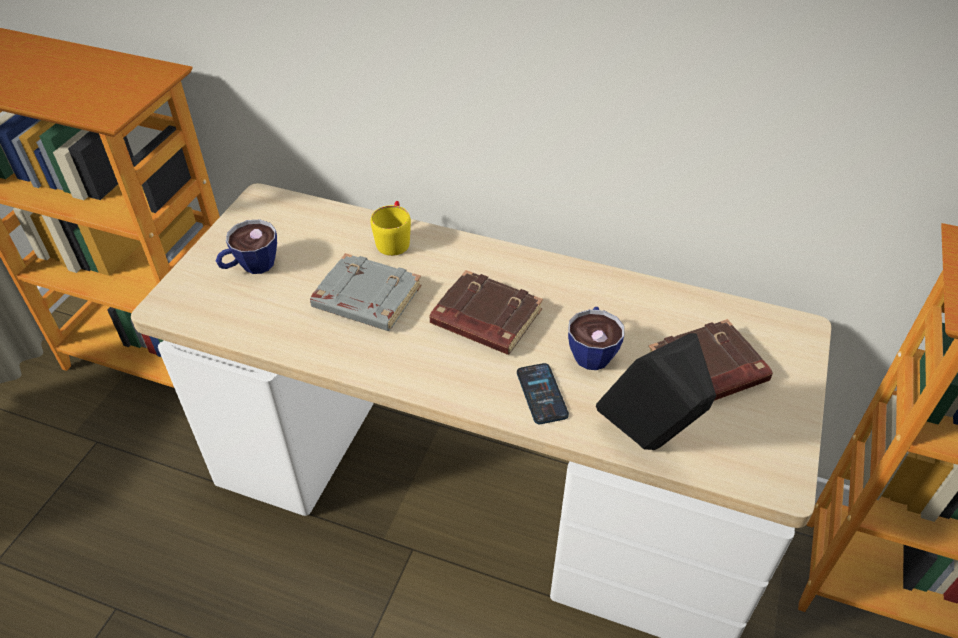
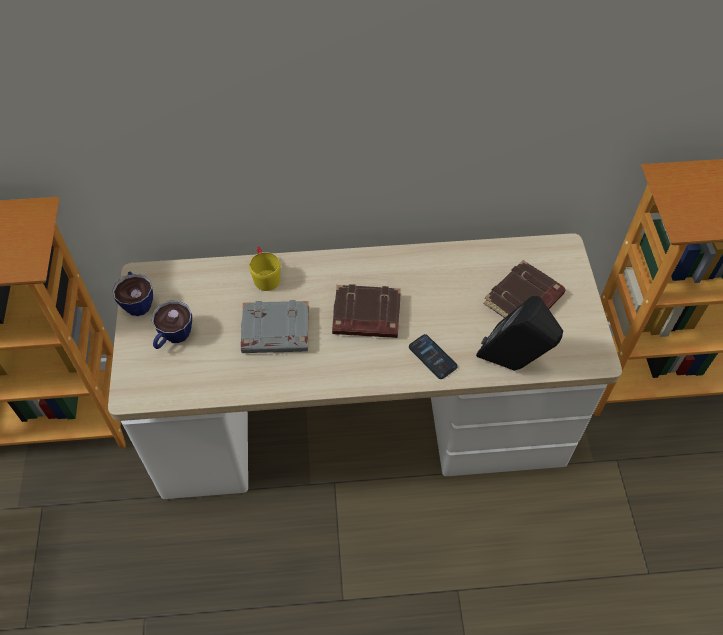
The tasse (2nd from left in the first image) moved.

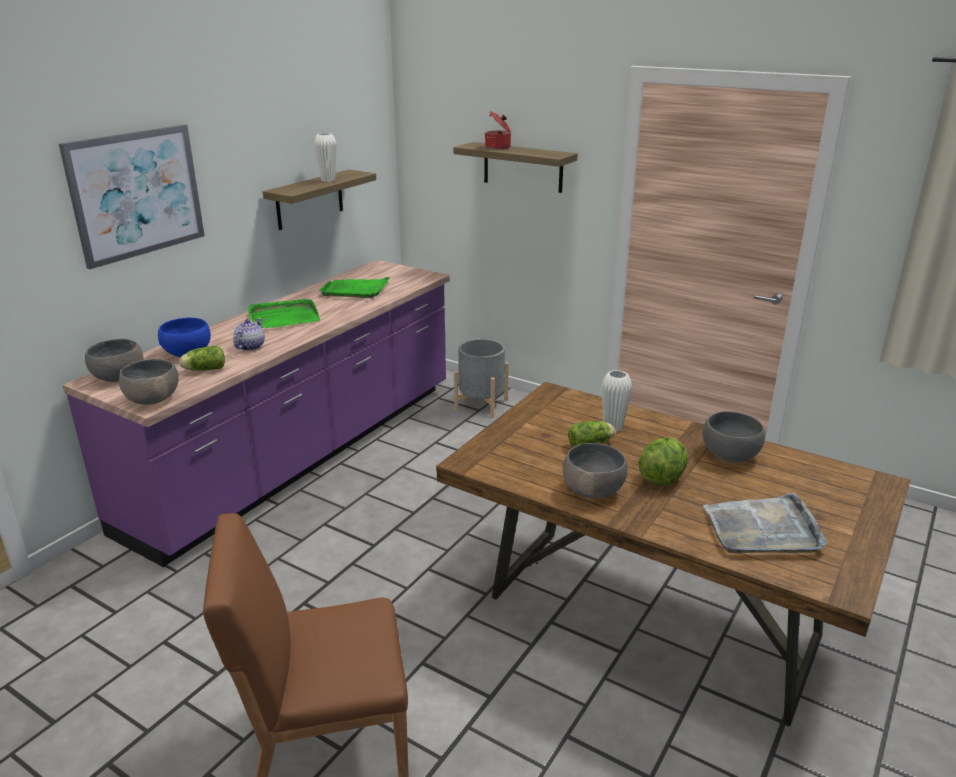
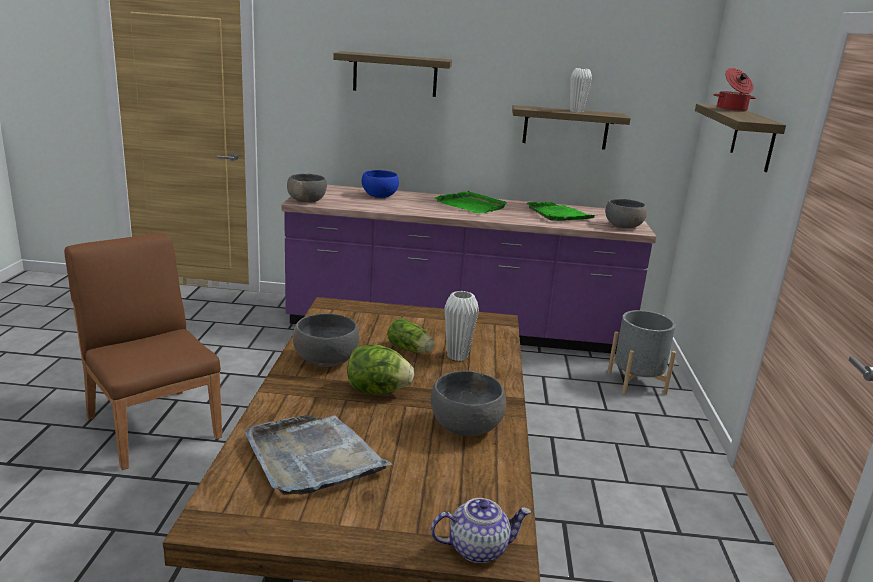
The tableau was replaced by the étagère (1st from left). The théière moved. The bol [gris] (1st from left in the first image) moved. The laitue (1st from left) disappeared.

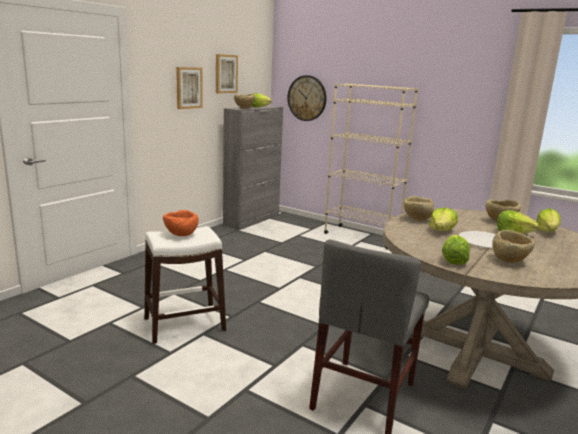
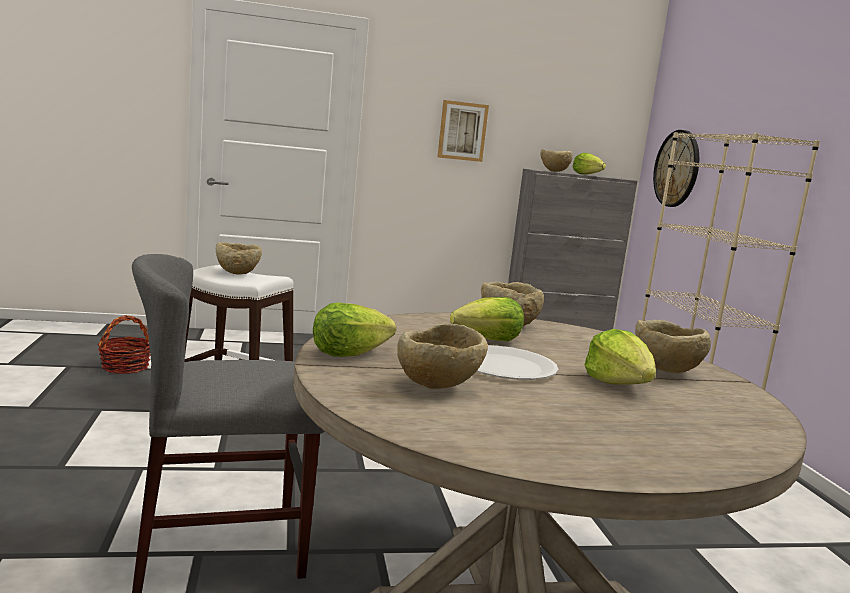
The tableau (2nd from left) disappeared. The laitue (5th from left) disappeared. The bol [orange] became the bol [beige] (1st from left). The panier appeared.

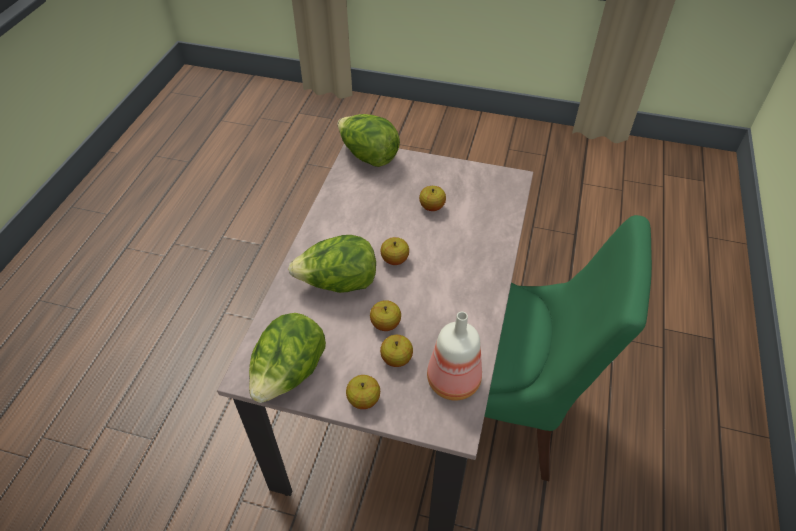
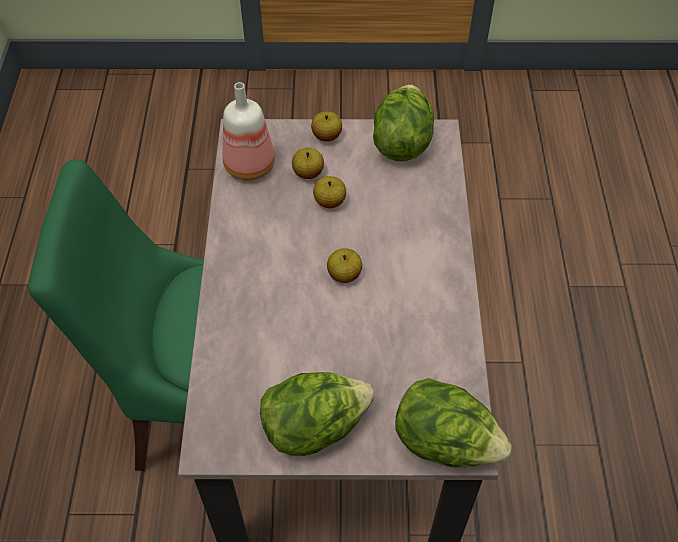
The pomme (5th from left) disappeared. The laitue (2nd from left in the first image) moved.

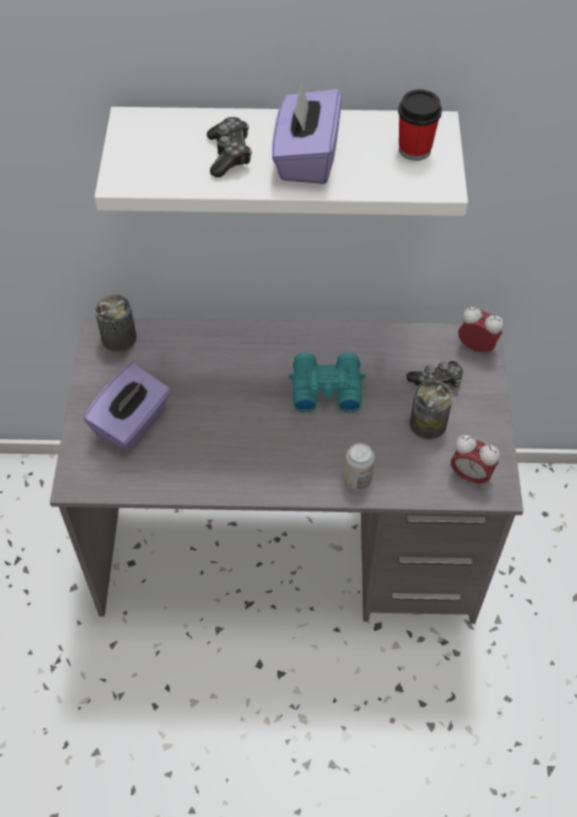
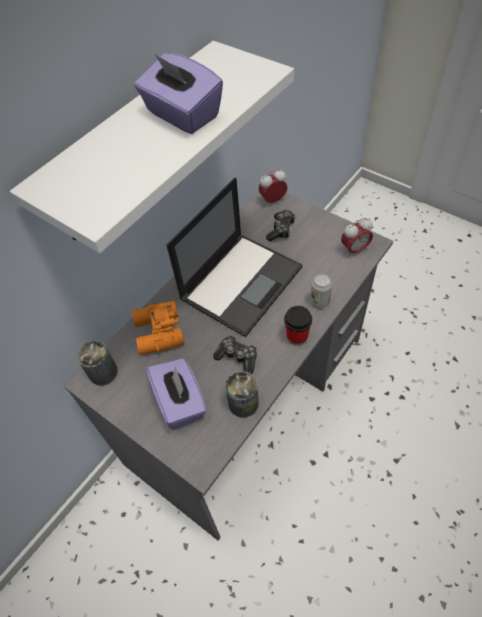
The tasse moved. The manette (1st from left) moved. The jumelles [turquoise] was replaced by the ordinateur portable. The boîte métallique (3rd from left in the first image) moved. The jumelles [orange] appeared.

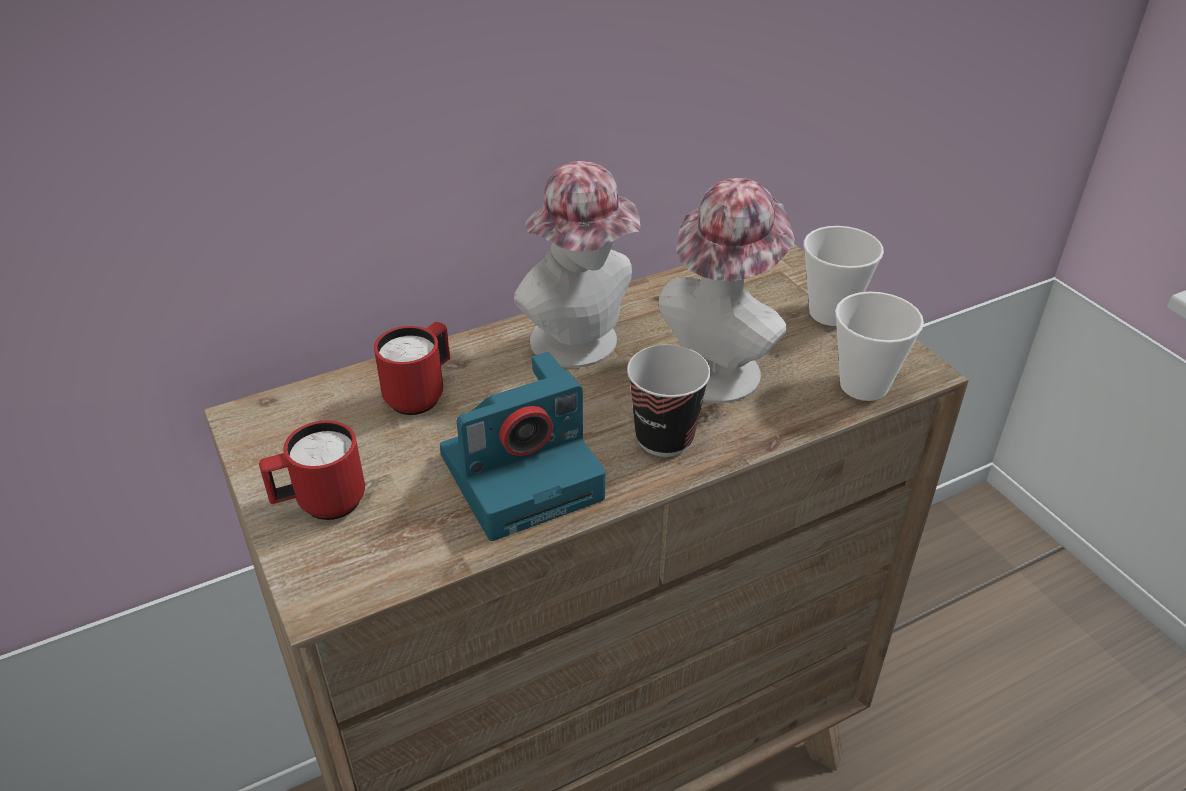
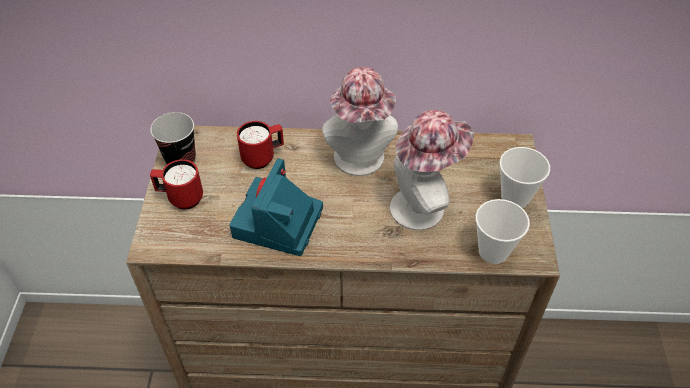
The tasse (1st from left) moved. The appareil photo turned 105 degrees clockwise.

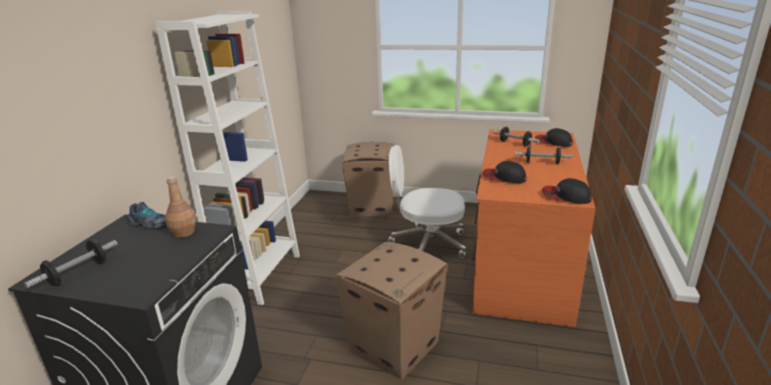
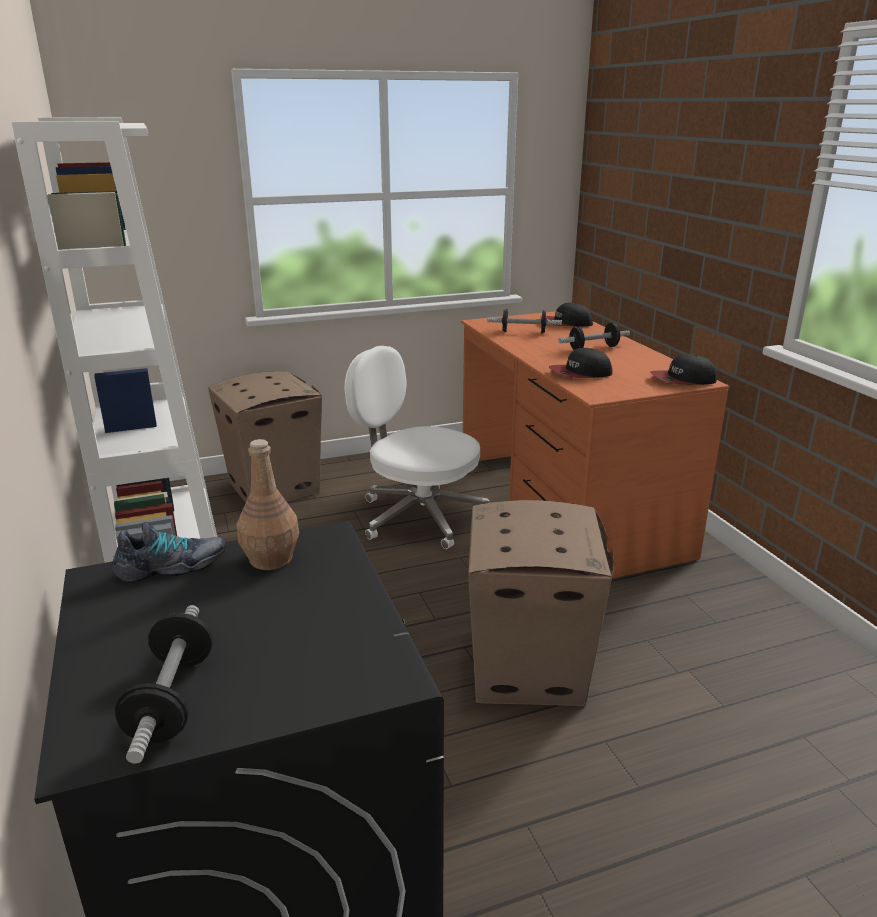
The chaise de bureau [blanc] turned 60 degrees clockwise.

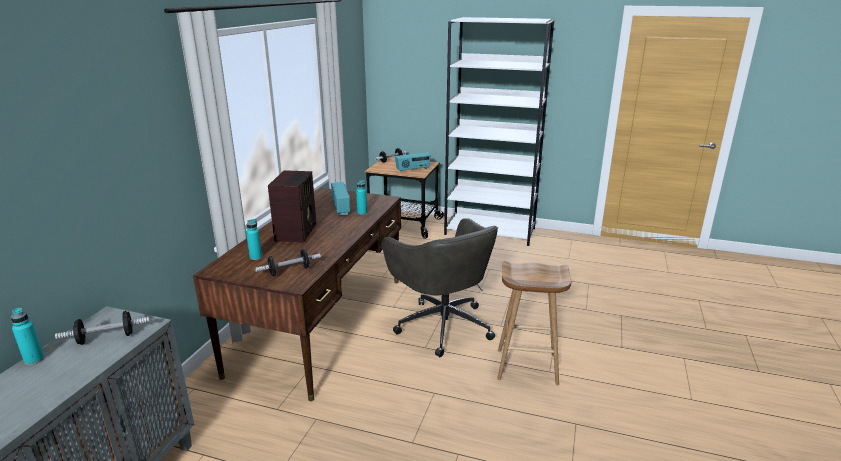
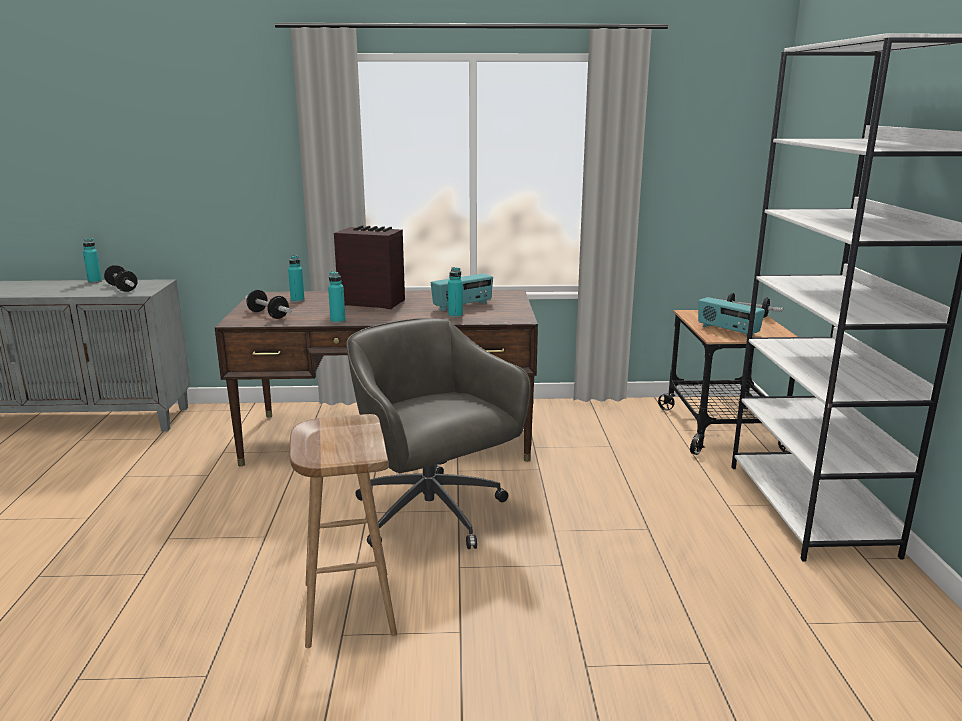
The radio (1st from left) turned 150 degrees counterclockwise. The chaise de bureau [gris] turned 105 degrees clockwise. The bouteille [turquoise] (3rd from left) appeared.

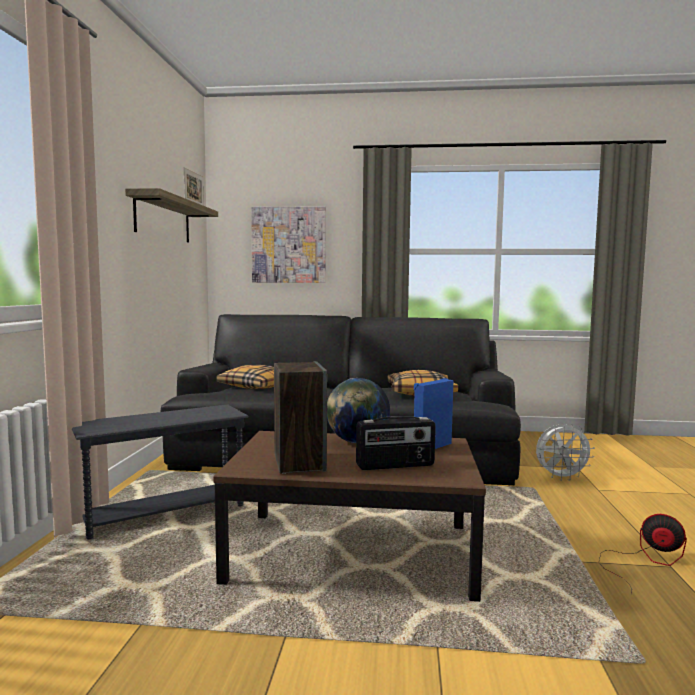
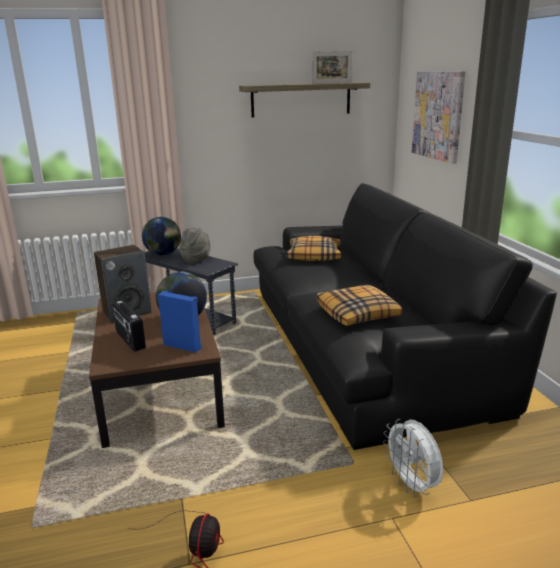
The globe (1st from left) appeared. The chapeau [gris] appeared.

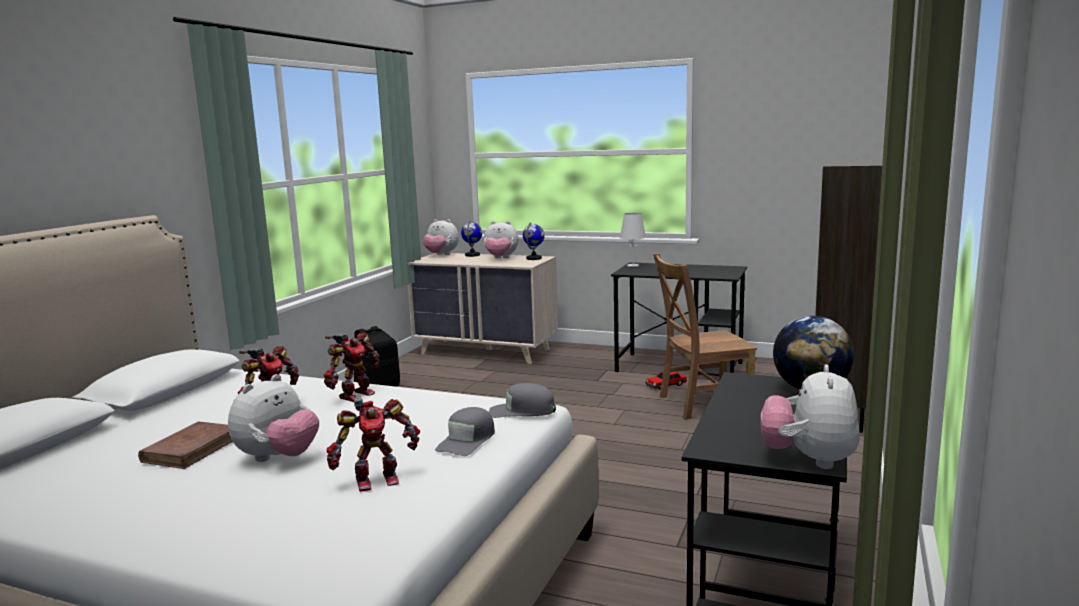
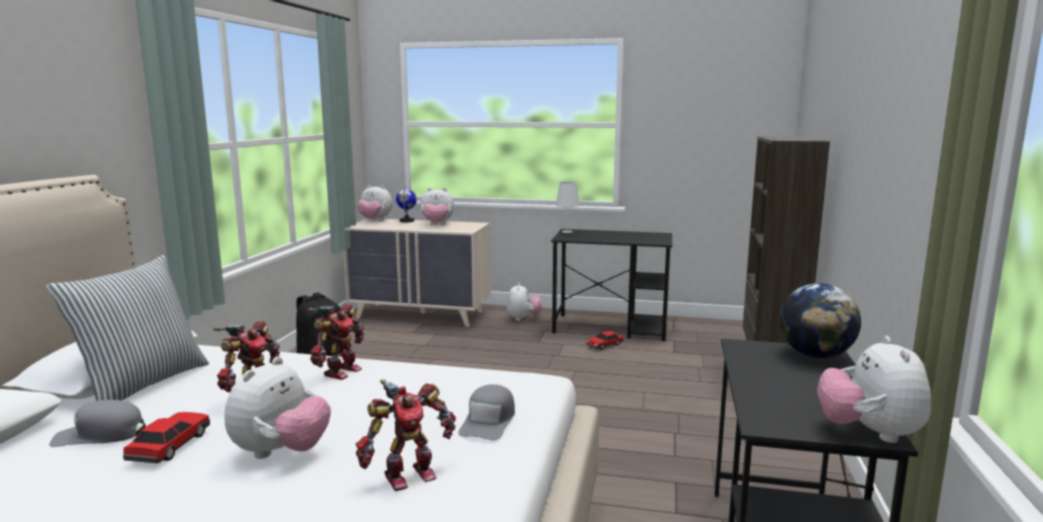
The globe (2nd from left) disappeared. The chaise [marron] disappeared. The casquette [gris] (2nd from left in the first image) moved. The livre [marron] was replaced by the petite voiture (1st from left). The coussin appeared. The peluche (4th from left) appeared.

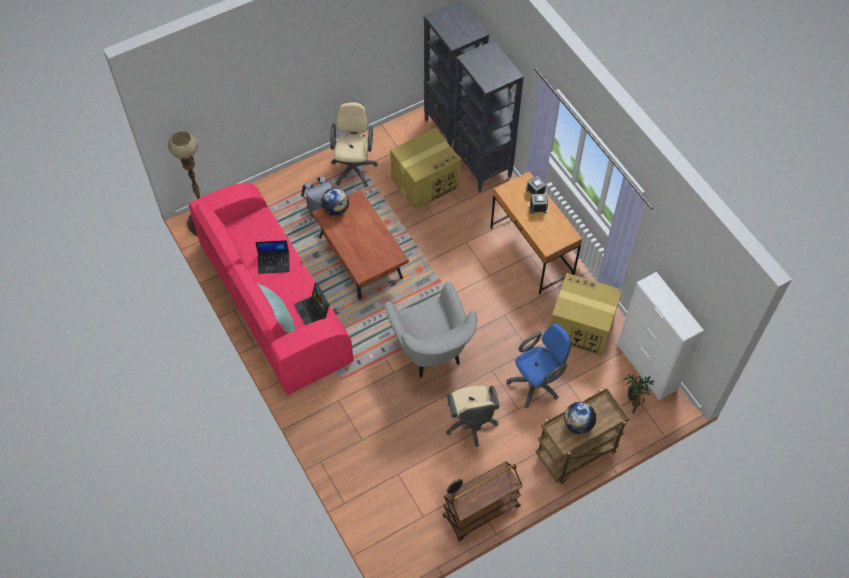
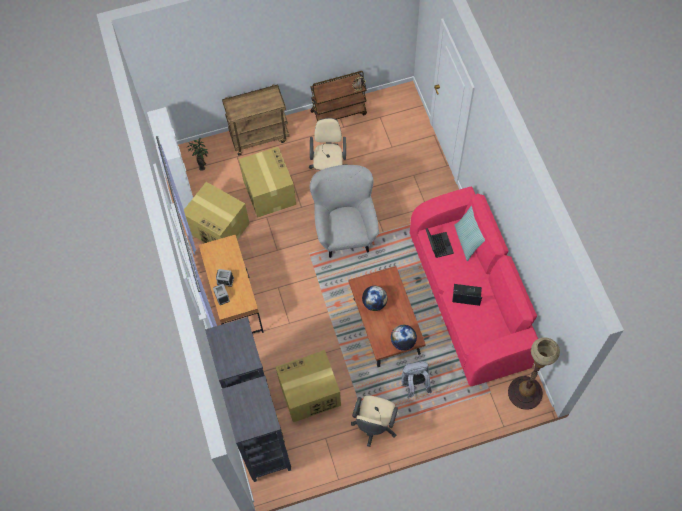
The chaise de bureau [bleu] was replaced by the carton (2nd from left). The globe (2nd from left in the first image) moved.

